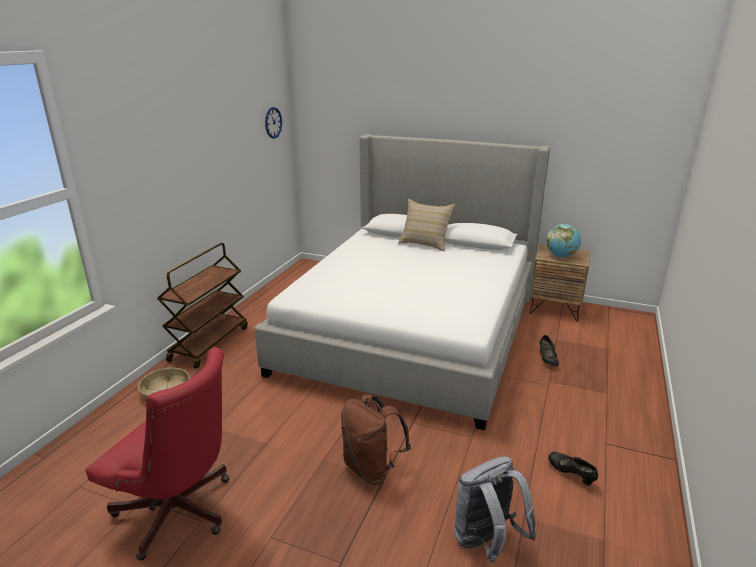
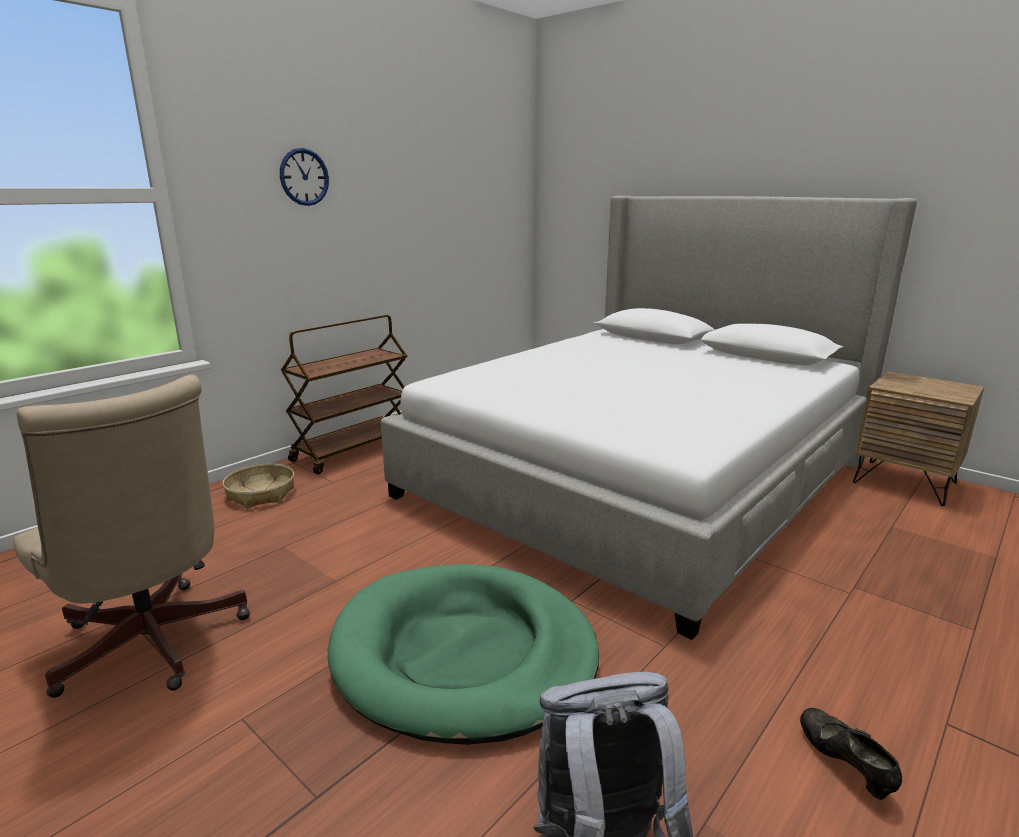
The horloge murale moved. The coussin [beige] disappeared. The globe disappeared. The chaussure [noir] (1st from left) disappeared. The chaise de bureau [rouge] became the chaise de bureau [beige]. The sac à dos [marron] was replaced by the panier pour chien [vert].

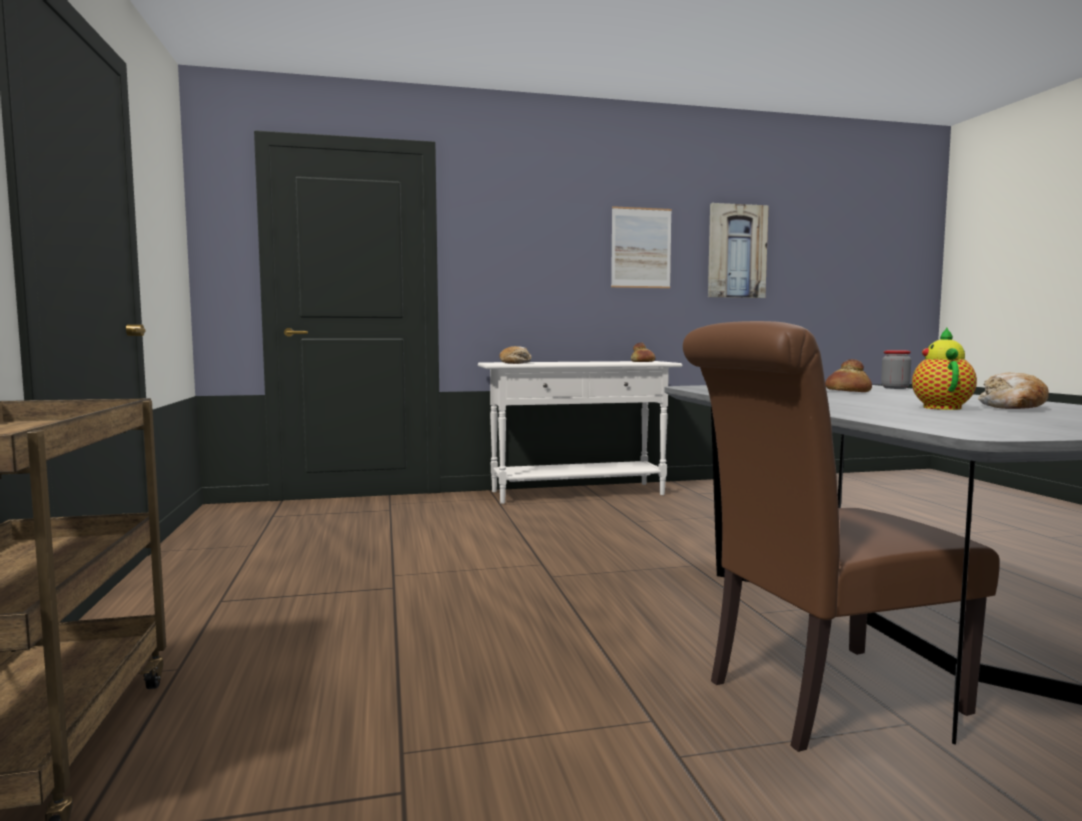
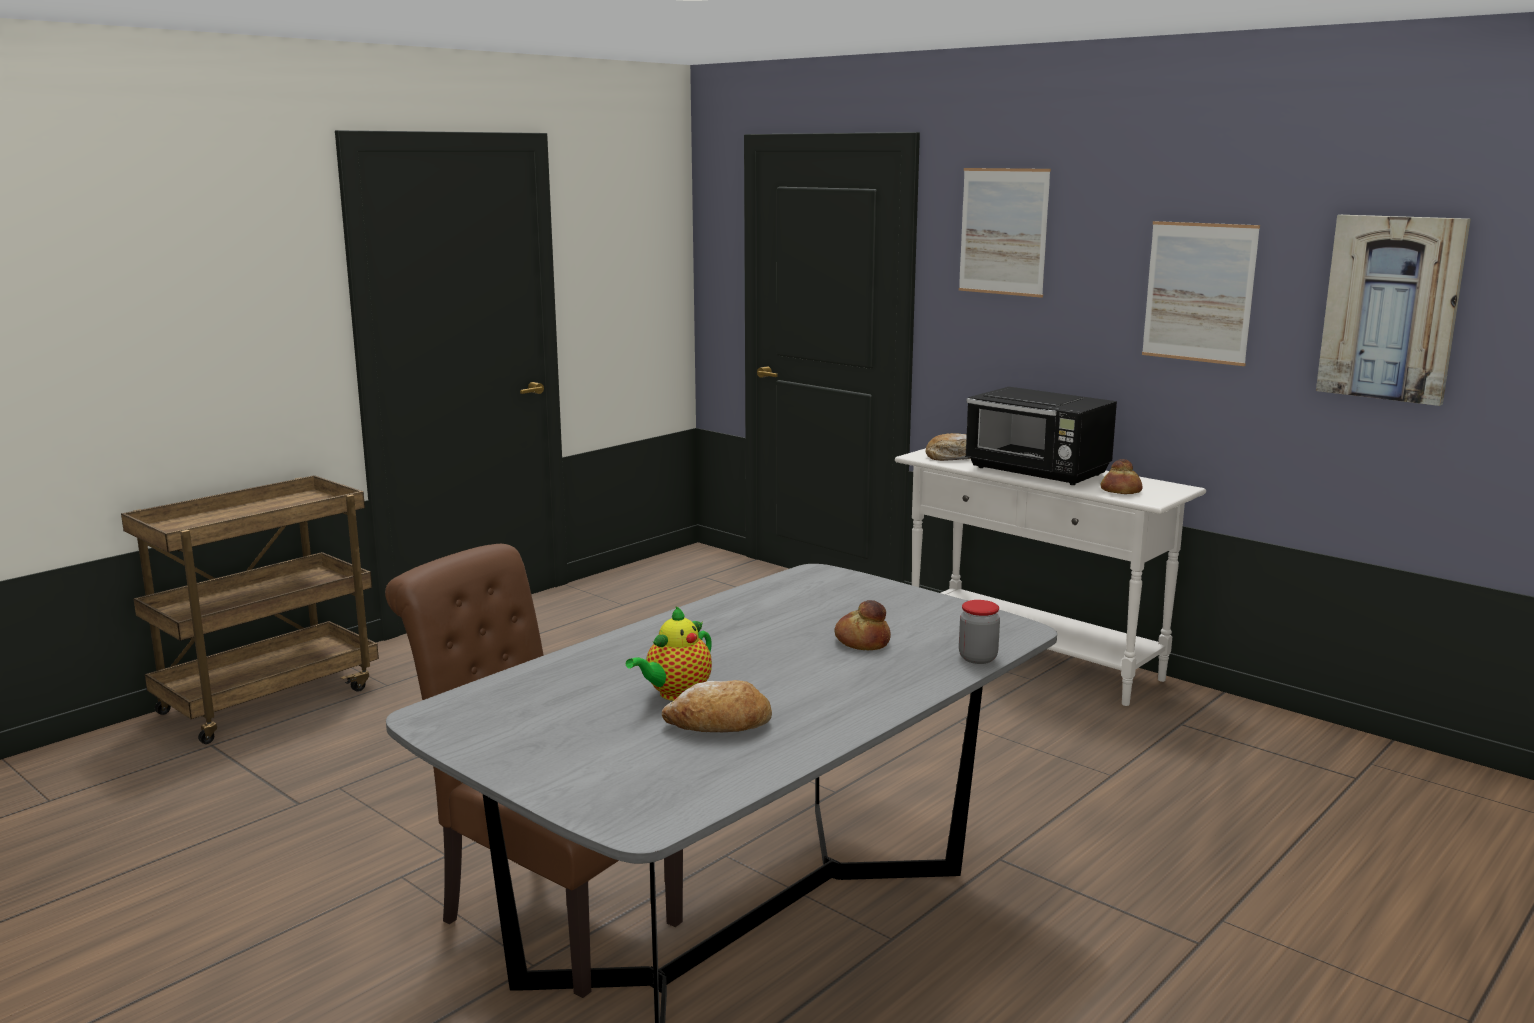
The théière turned 150 degrees clockwise. The tableau (1st from left) appeared. The micro-ondes [noir] appeared.

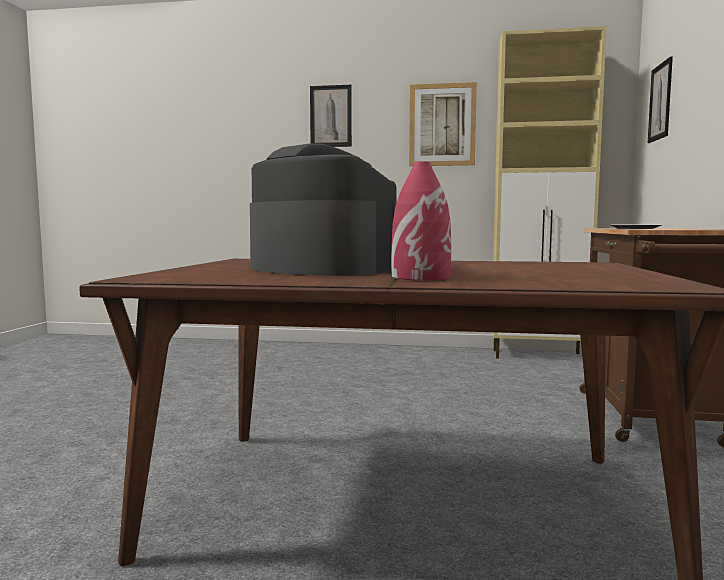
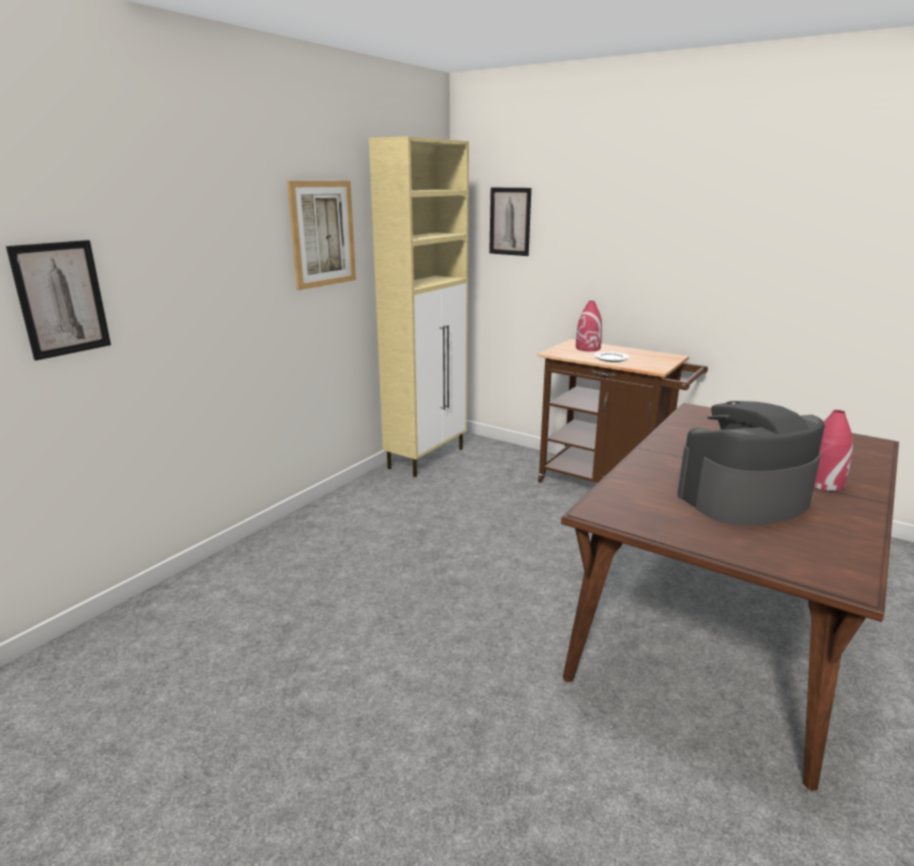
The tableau (1st from left) moved. The vase [rouge] (1st from left) appeared.

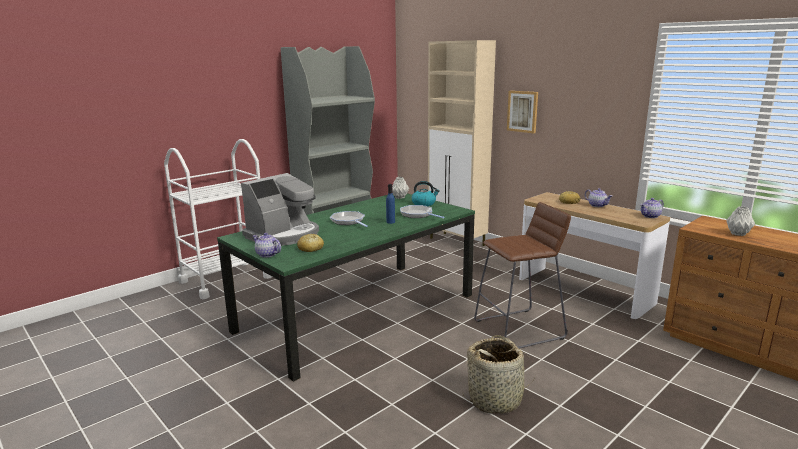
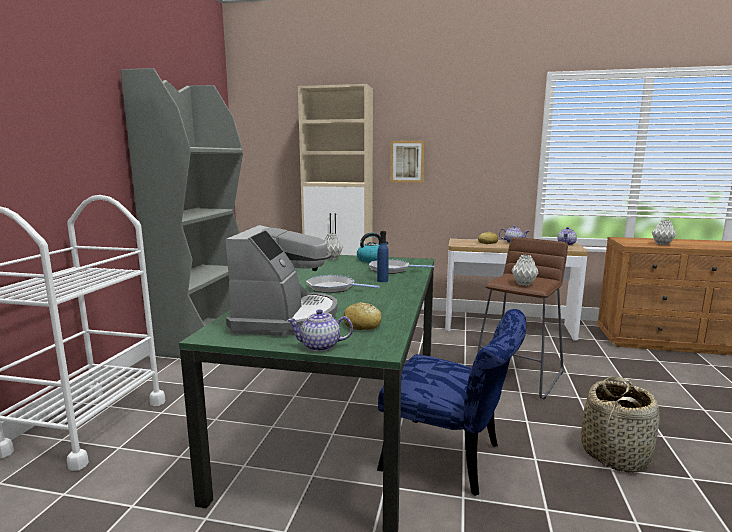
The vase [gris] (2nd from left) appeared. The chaise [bleu] appeared.

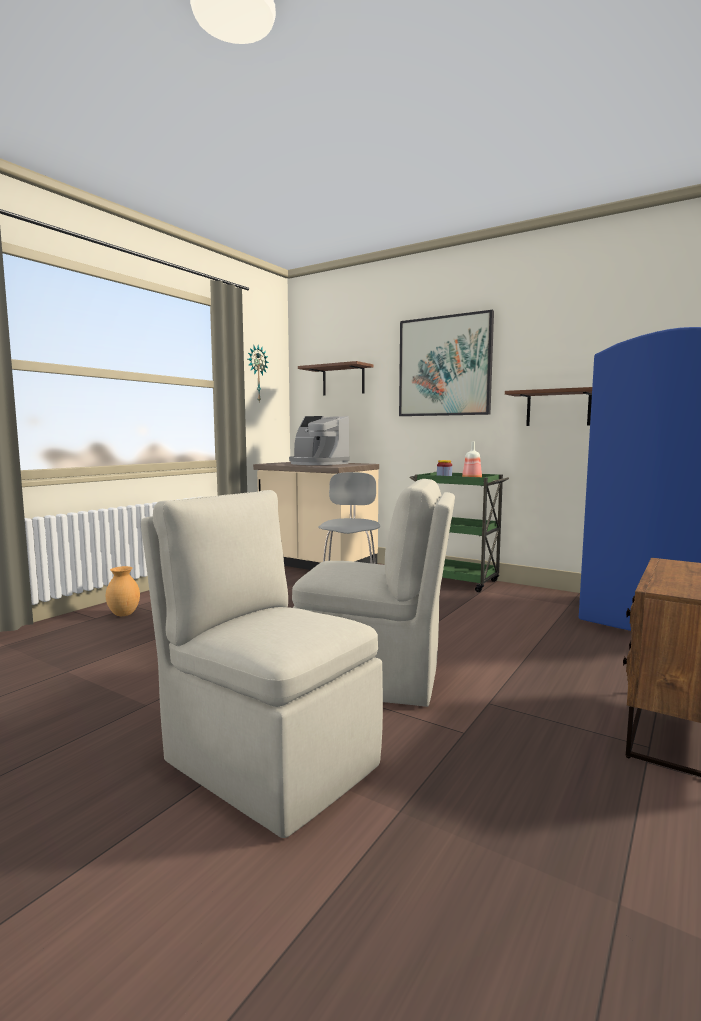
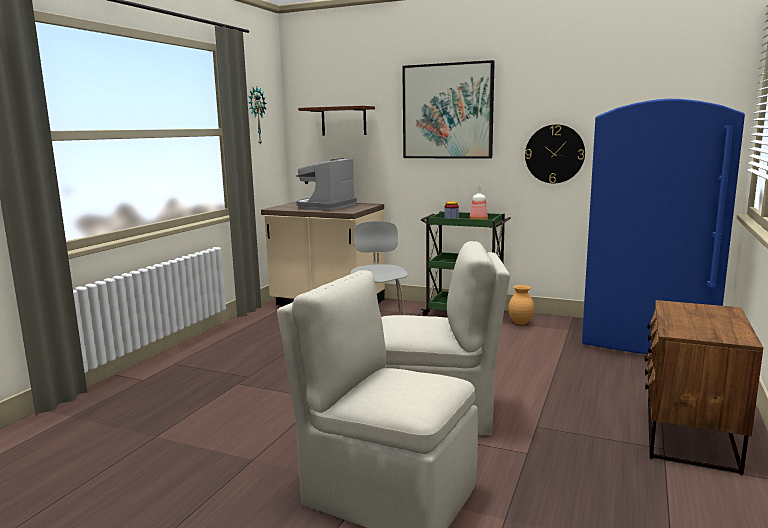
The étagère (2nd from left) was replaced by the horloge murale (2nd from left). The machine à café turned 90 degrees clockwise. The vase [marron] moved.

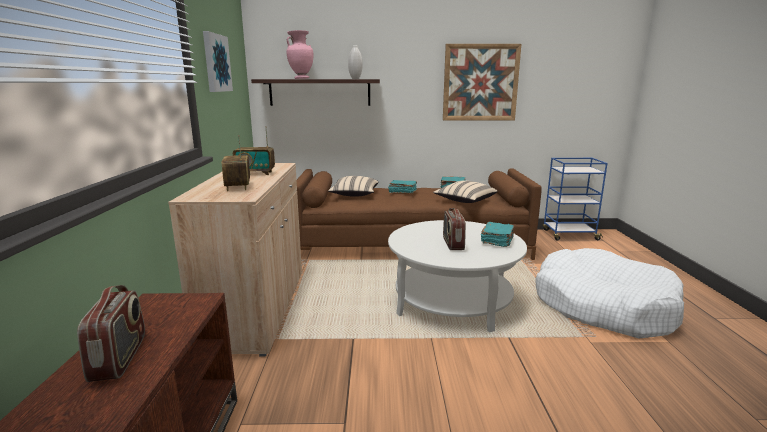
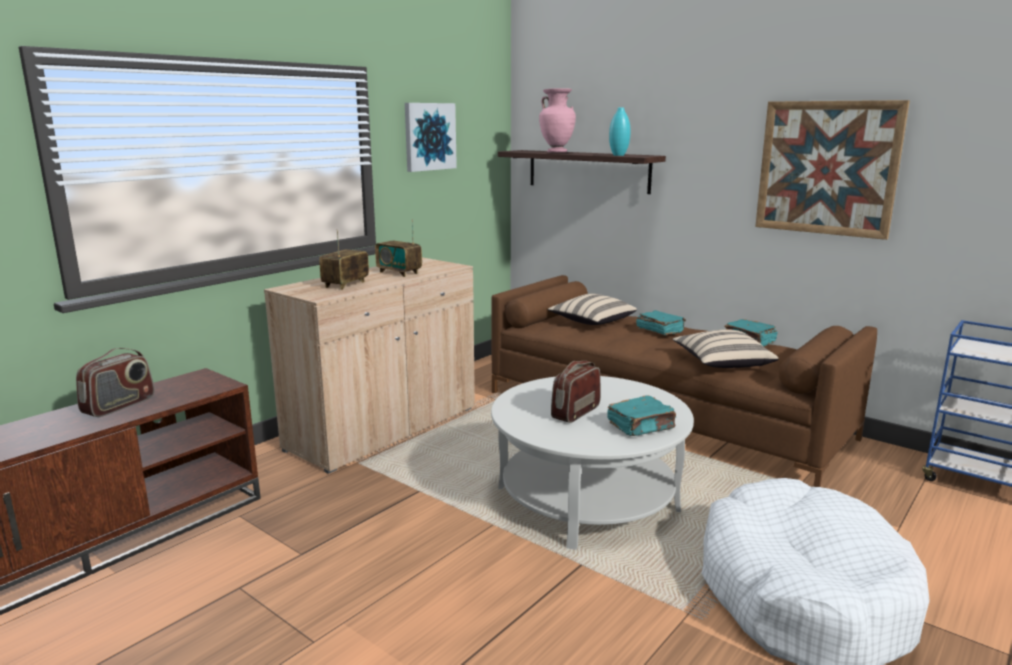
The vase [blanc] became the vase [turquoise].

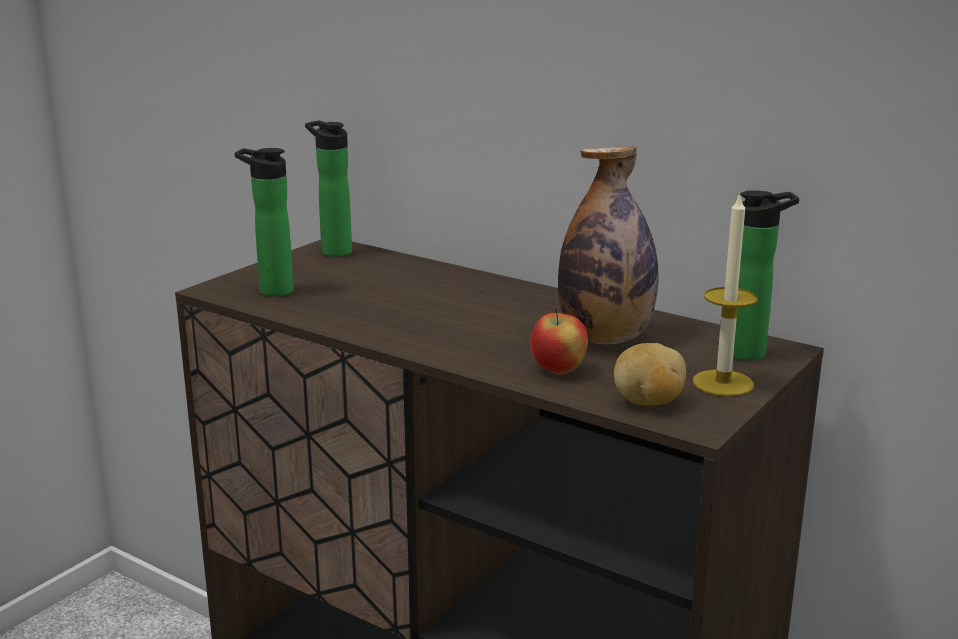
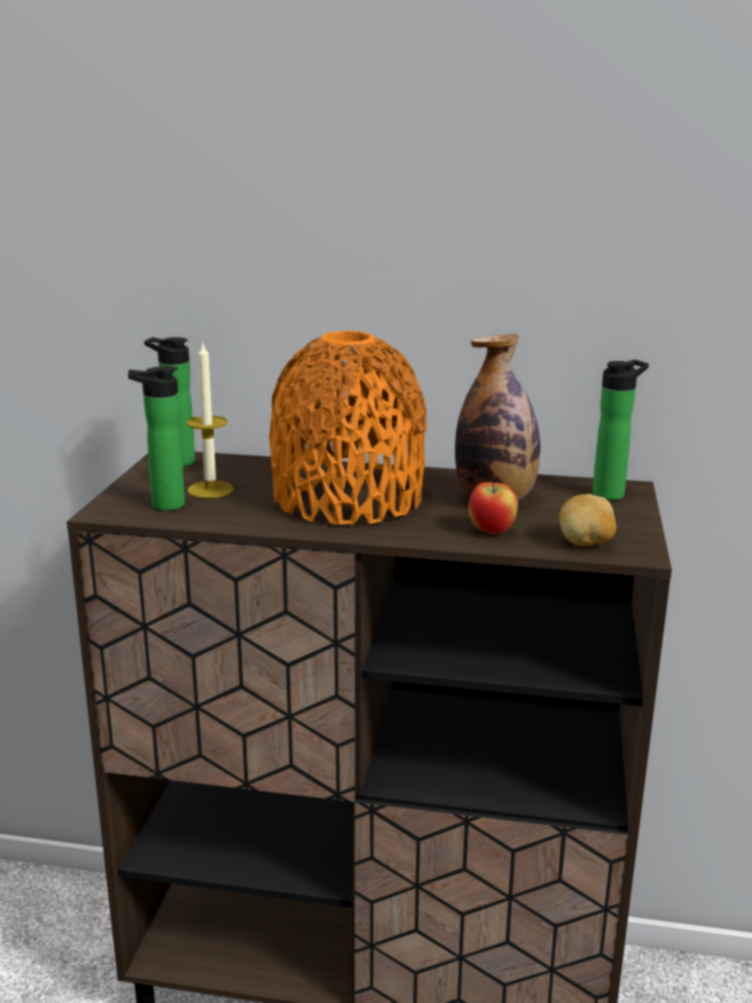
The bougie moved. The vase [orange] appeared.

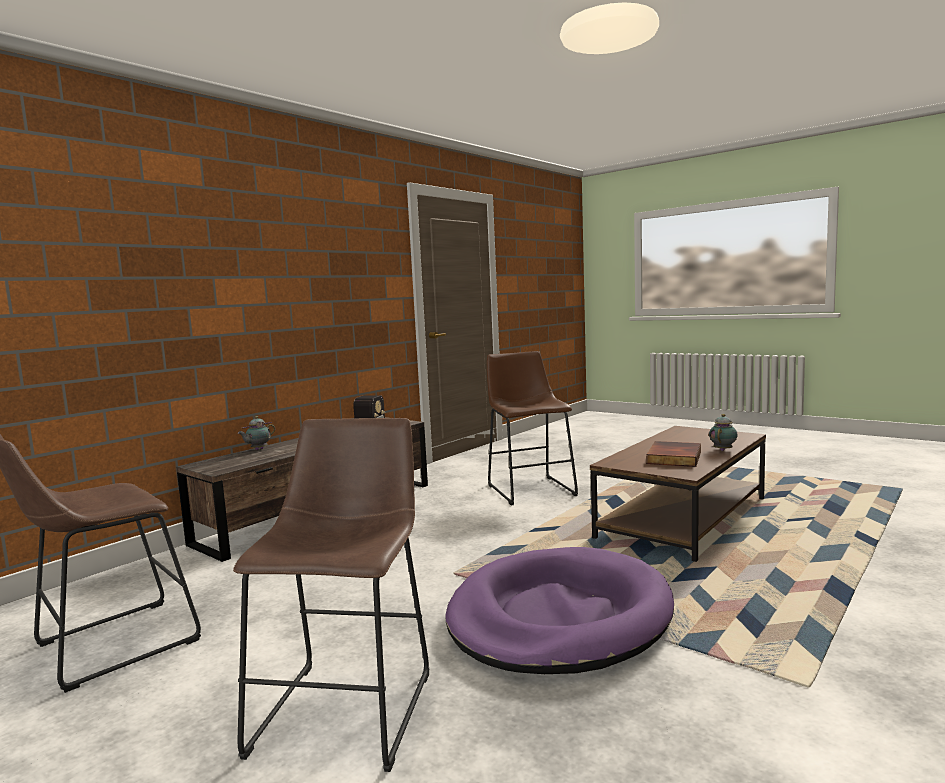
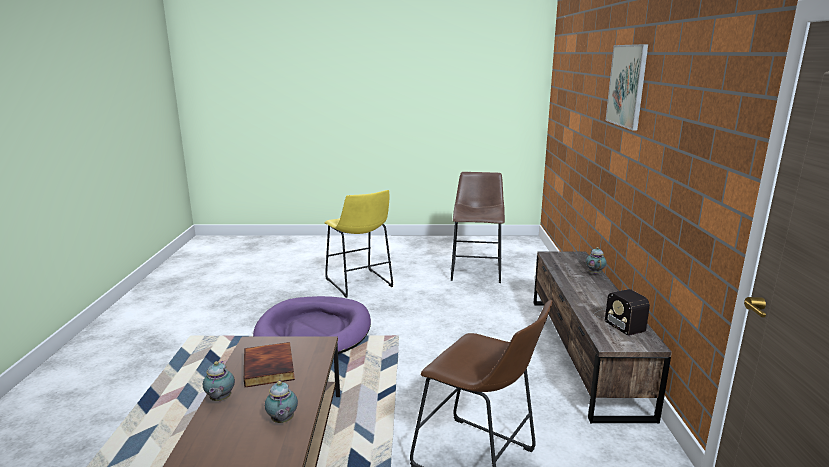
The tabouret [marron] (2nd from left) became the tabouret [jaune]. The tableau appeared. The théière (2nd from left) appeared.

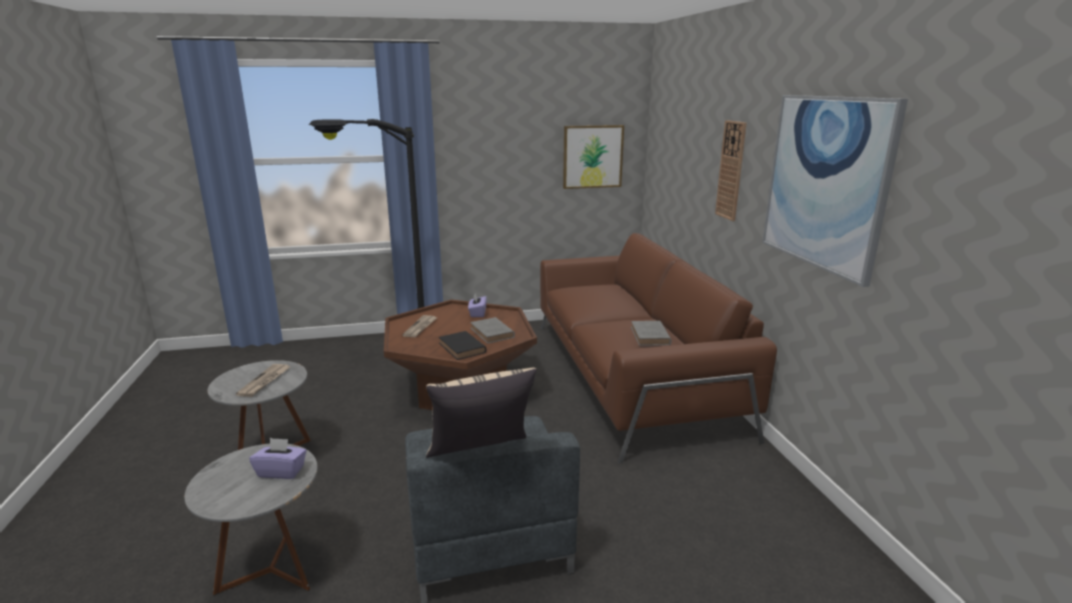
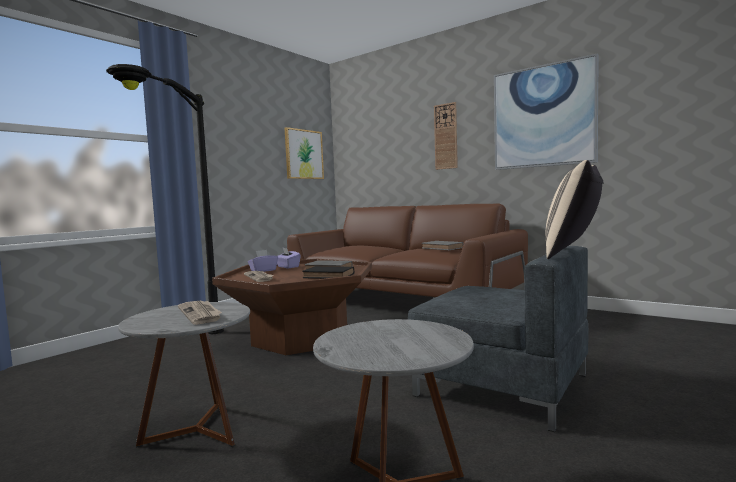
The boîte à mouchoirs [violet] (1st from left) moved.

